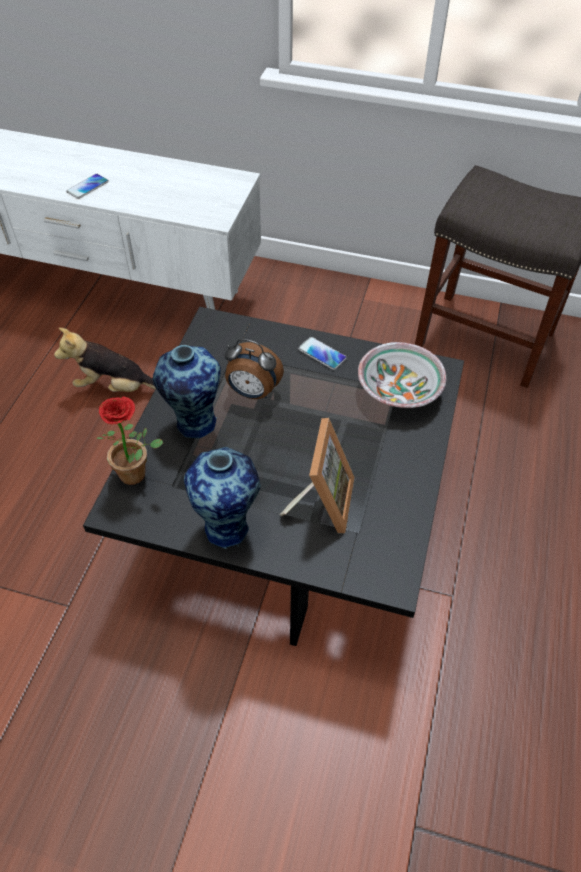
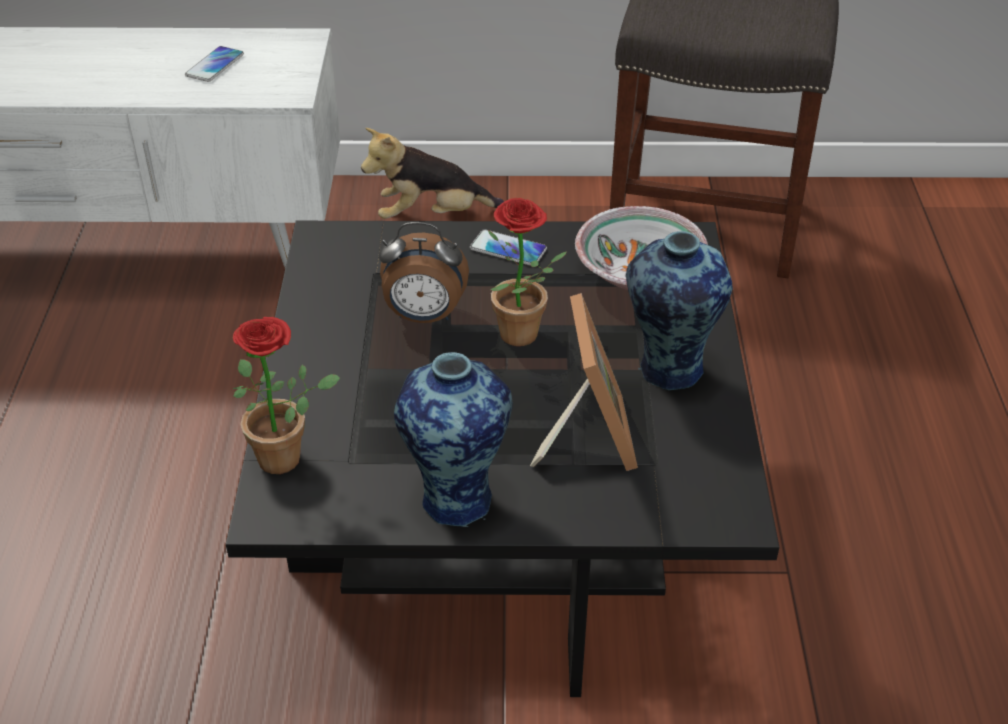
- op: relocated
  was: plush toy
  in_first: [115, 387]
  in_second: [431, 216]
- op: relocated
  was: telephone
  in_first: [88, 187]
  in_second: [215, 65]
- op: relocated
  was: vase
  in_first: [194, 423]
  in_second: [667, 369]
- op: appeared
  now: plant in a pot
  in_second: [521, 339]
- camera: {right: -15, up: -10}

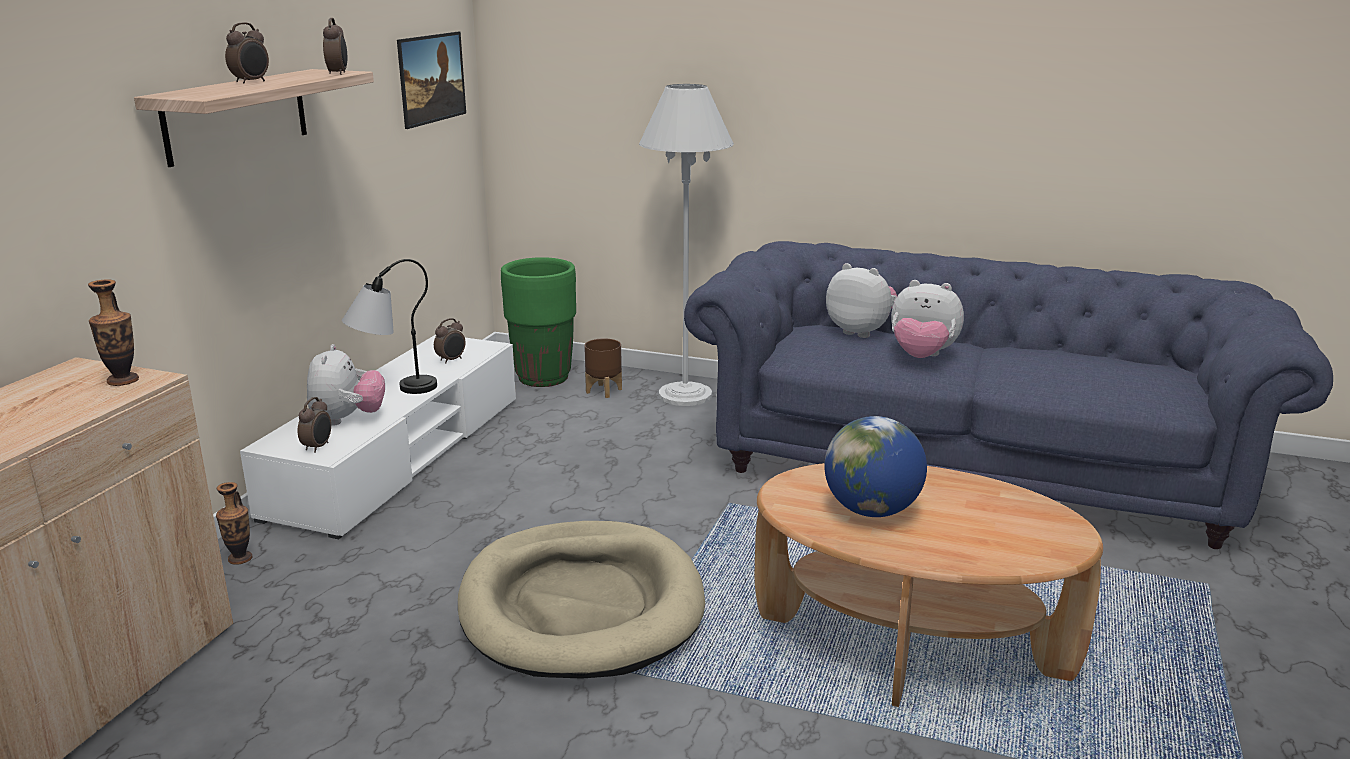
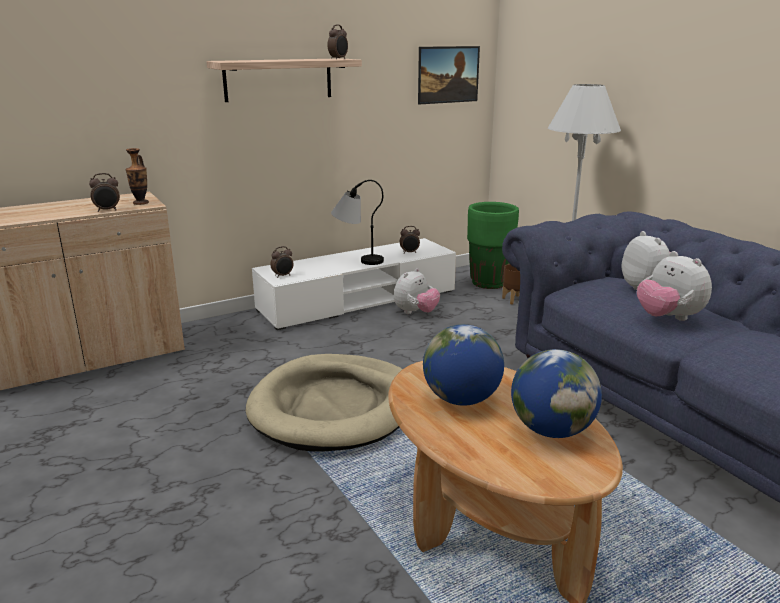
- op: missing
  was: vase
  in_first: [240, 559]
- op: relocated
  was: table clock
  in_first: [251, 82]
  in_second: [107, 210]
- op: relocated
  was: plush toy
  in_first: [347, 419]
  in_second: [415, 312]
- op: appeared
  now: desk globe
  in_second: [551, 430]
- camera: {right: 40, up: 0}

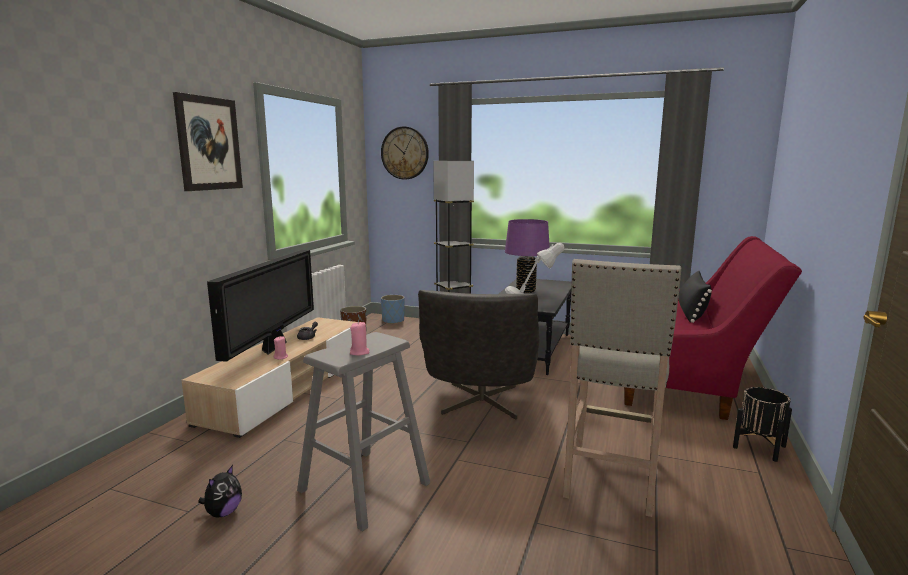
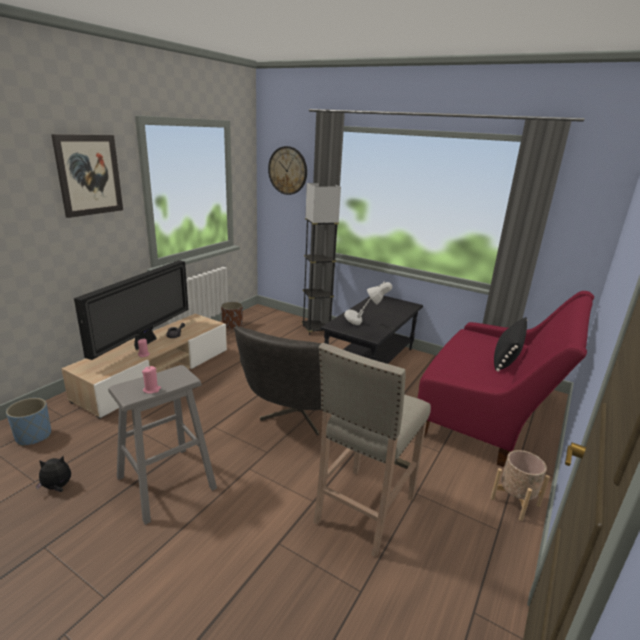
- op: spun
  was: plush toy
  in_first: [223, 513]
  in_second: [57, 487]
  clockwise: -150
- op: relocated
  was: bluish flower pot
  in_first: [393, 321]
  in_second: [34, 436]
- op: missing
  was: purple-coloured tabletop lamp
  in_first: [525, 290]
- op: colour
  was: black-coloured flower pot
  now: beige flower pot
  in_first: [759, 447]
  in_second: [515, 501]
- camera: {right: 10, up: 10}

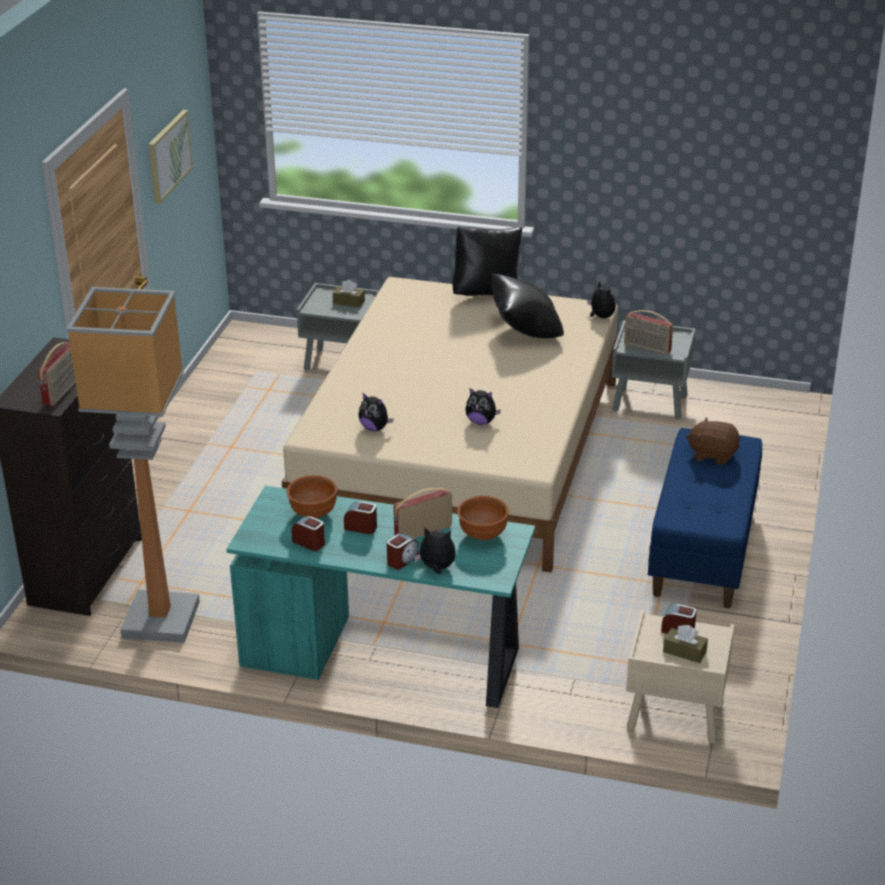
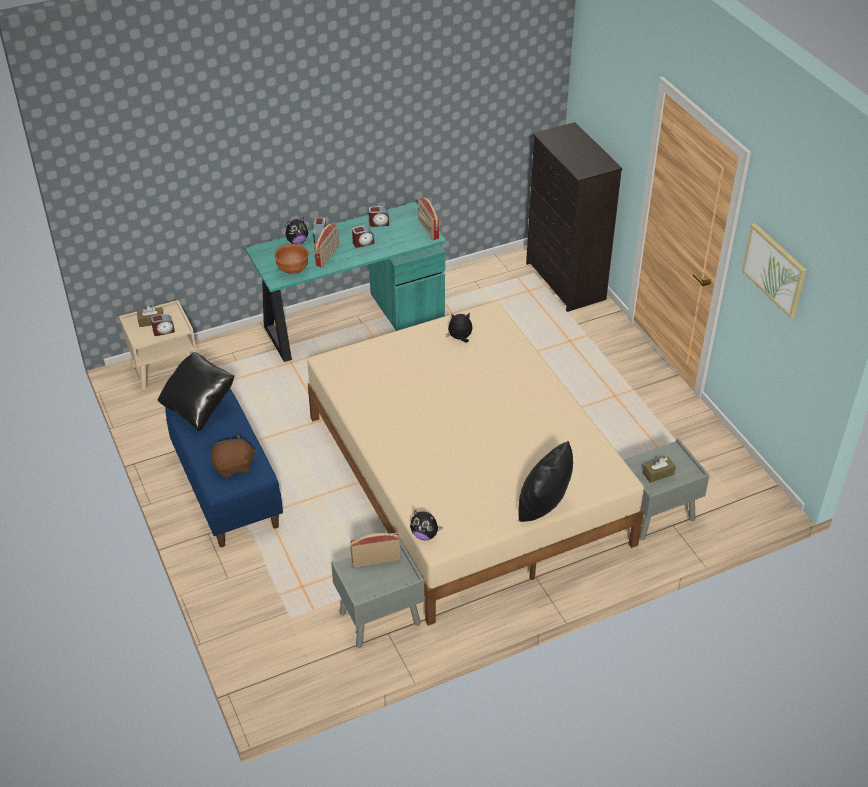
- op: relocated
  was: radio receiver
  in_first: [62, 391]
  in_second: [428, 229]
- op: missing
  was: standing lamp
  in_first: [162, 619]
- op: missing
  was: brownish deep dish
  in_first: [312, 513]
- op: missing
  was: plush toy
  in_first: [481, 422]
- op: relocated
  was: black-coloured cushion
  in_first: [525, 331]
  in_second: [199, 406]
- camera: {right: 140, up: 10}

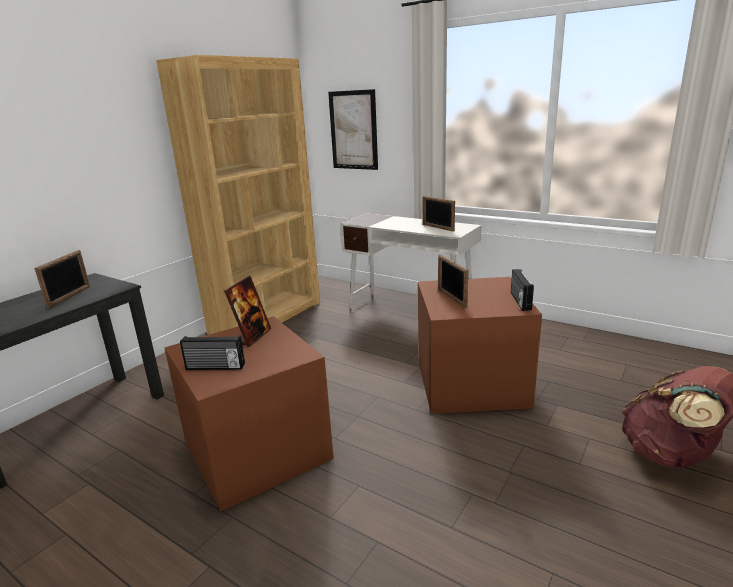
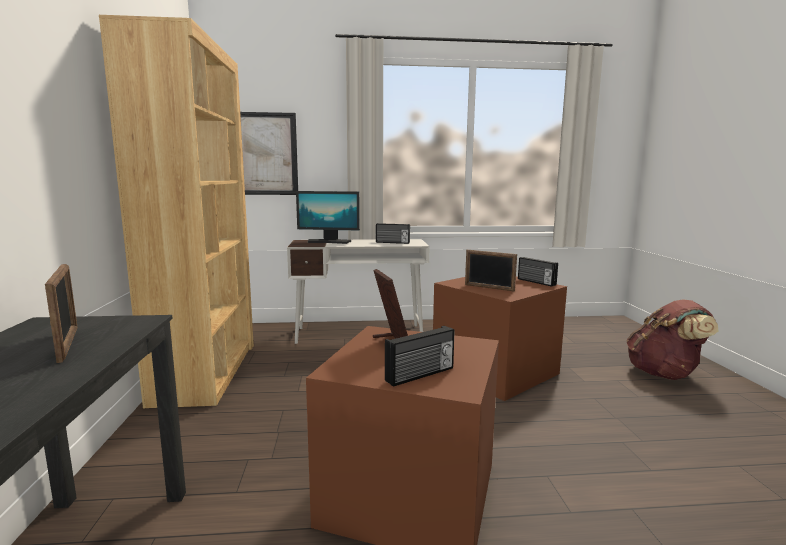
- op: exchanged
  was: picture frame
  now: radio receiver
  in_first: [437, 227]
  in_second: [392, 242]
- op: appeared
  now: computer display
  in_second: [329, 242]
- camera: {right: -40, up: -10}

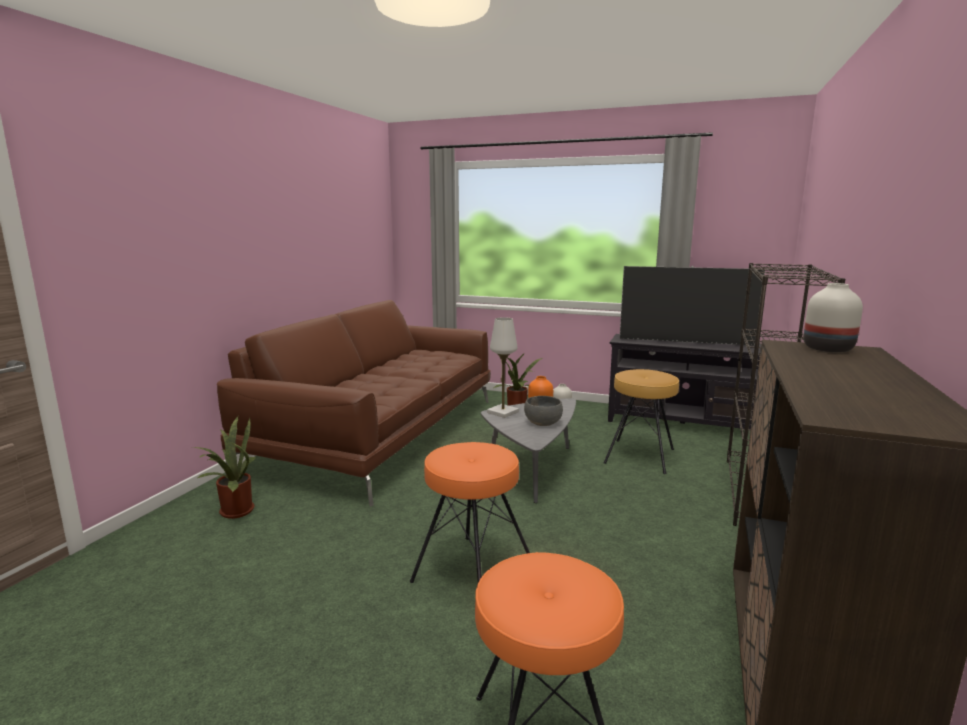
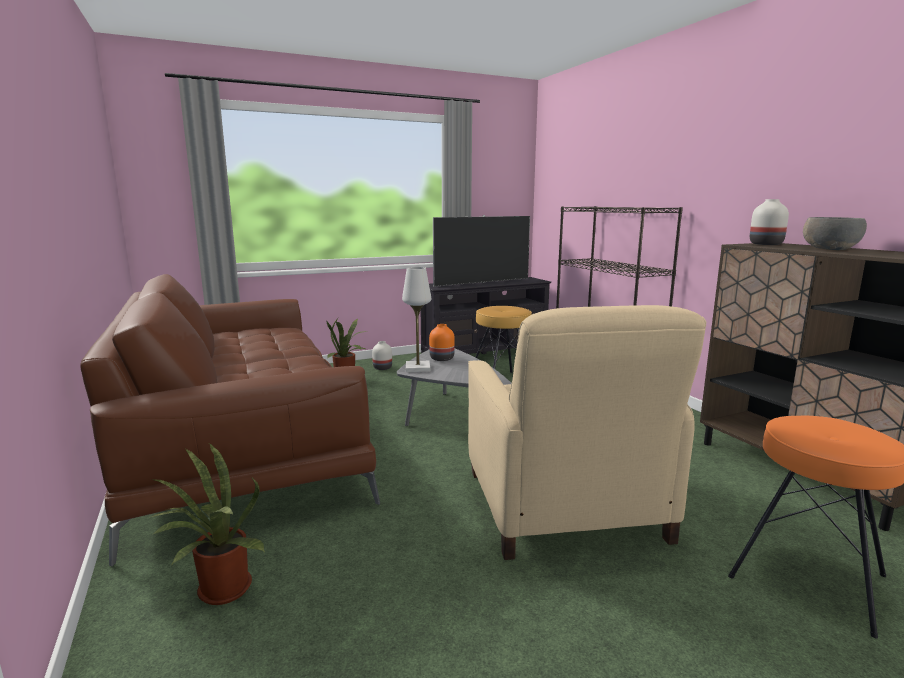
- op: exchanged
  was: orange sitting stool
  now: beige easy chair
  in_first: [472, 572]
  in_second: [564, 506]
- op: relocated
  was: grey deep dish
  in_first: [543, 423]
  in_second: [830, 249]
- camera: {right: -45, up: 0}

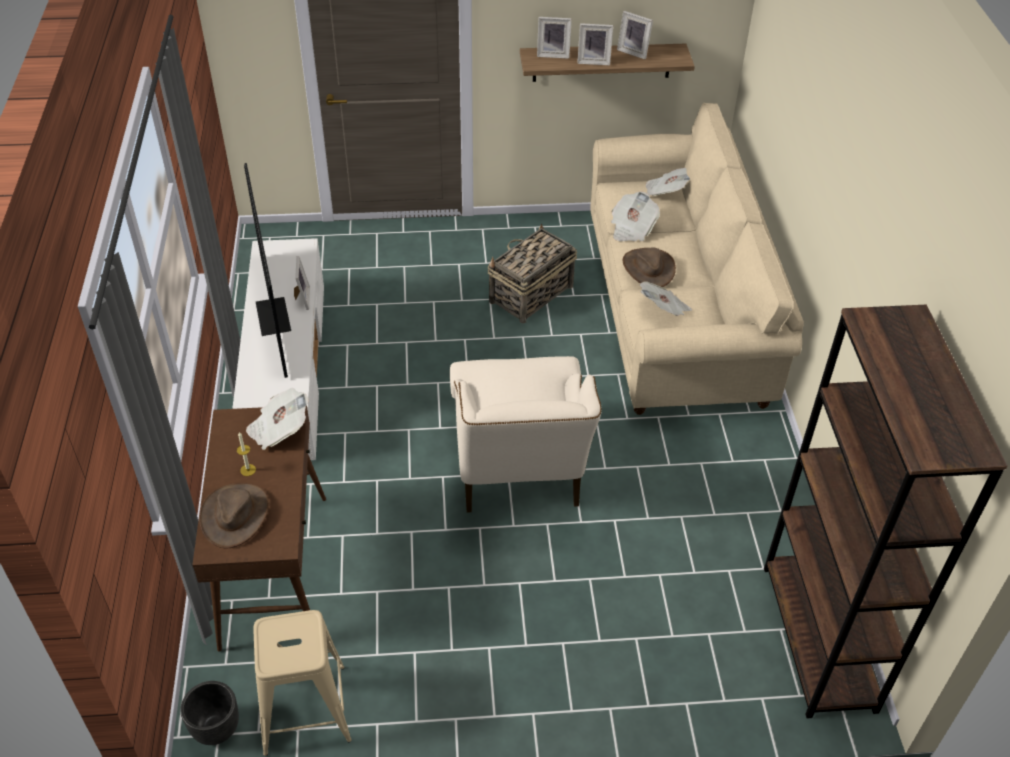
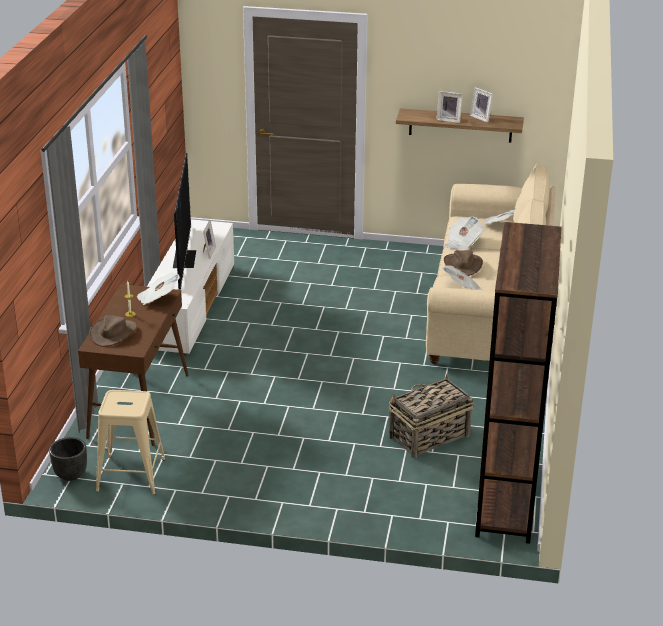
- op: missing
  was: beige easy chair
  in_first: [519, 476]
- op: relocated
  was: storage basket
  in_first: [530, 294]
  in_second: [428, 437]
- op: missing
  was: picture frame
  in_first: [553, 54]
- camera: {right: 15, up: -15}

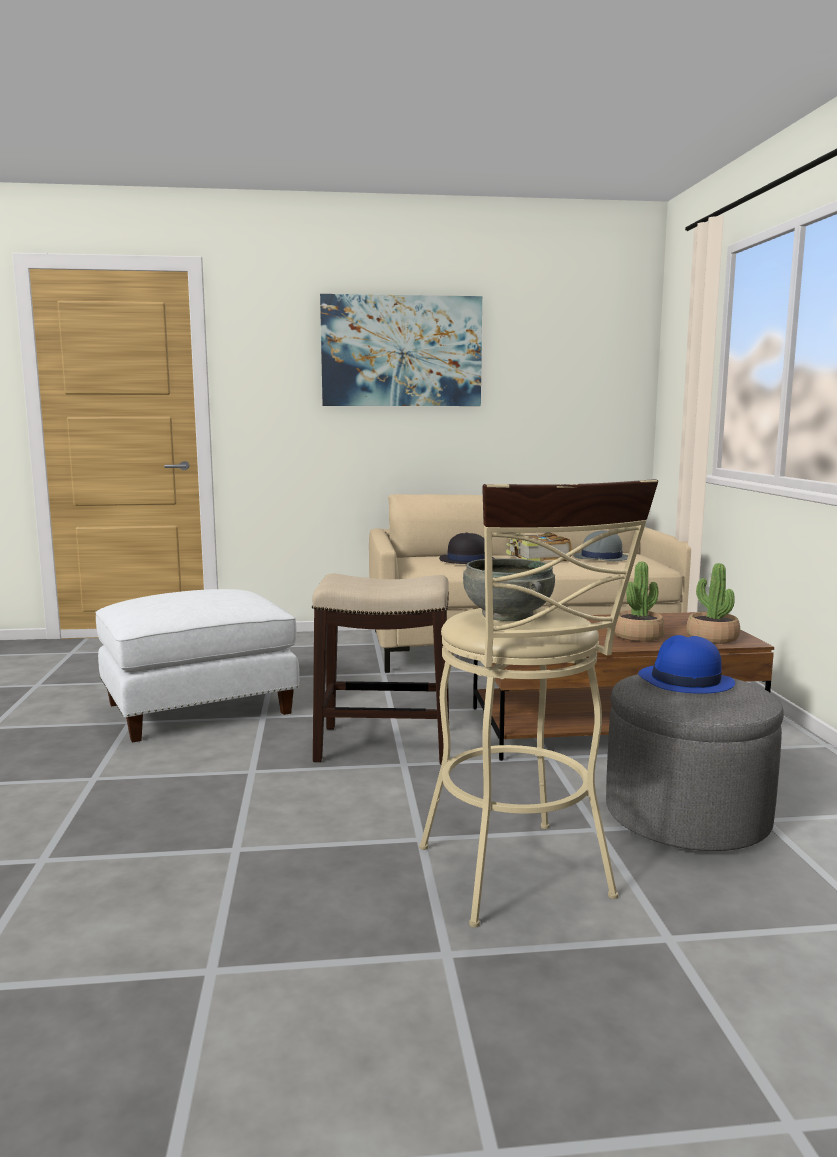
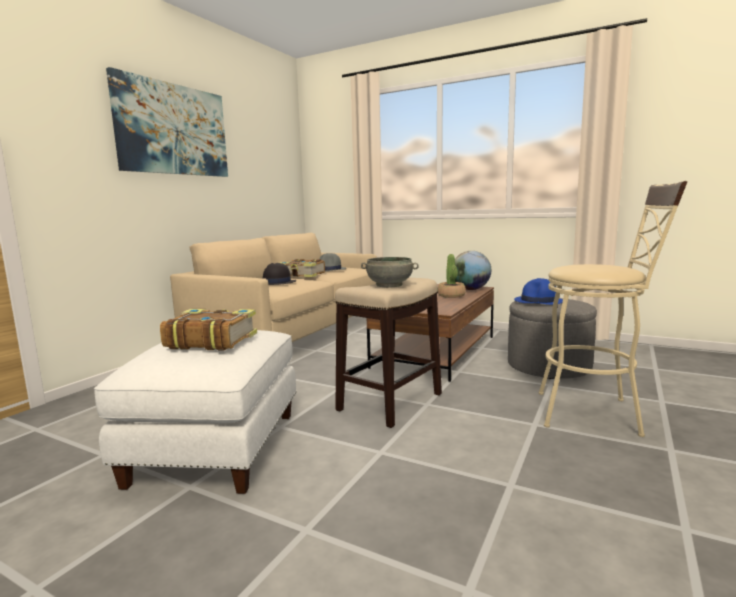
- op: relocated
  was: grey deep dish
  in_first: [506, 615]
  in_second: [389, 285]
- op: exchanged
  was: plant in a pot
  now: desk globe
  in_first: [712, 638]
  in_second: [470, 289]
- op: appeared
  now: volume
  in_second: [211, 341]
- camera: {right: -55, up: 0}

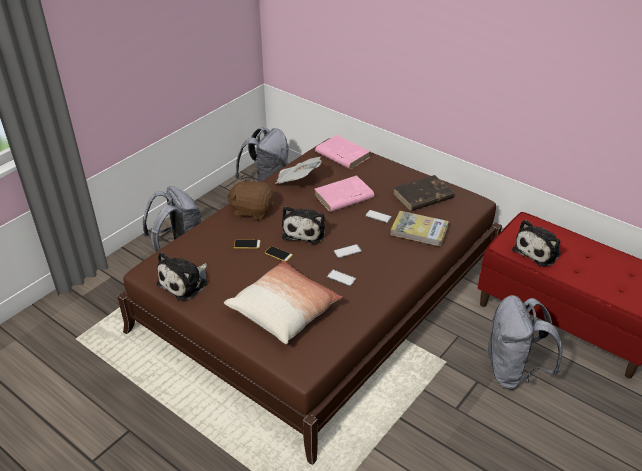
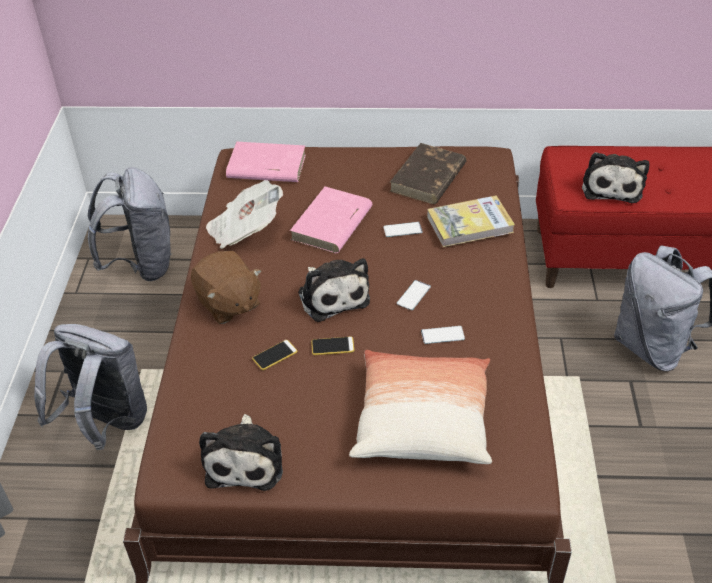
- op: spun
  was: brownish plush toy
  in_first: [252, 211]
  in_second: [228, 303]
  clockwise: -105
- camera: {right: -35, up: 5}

